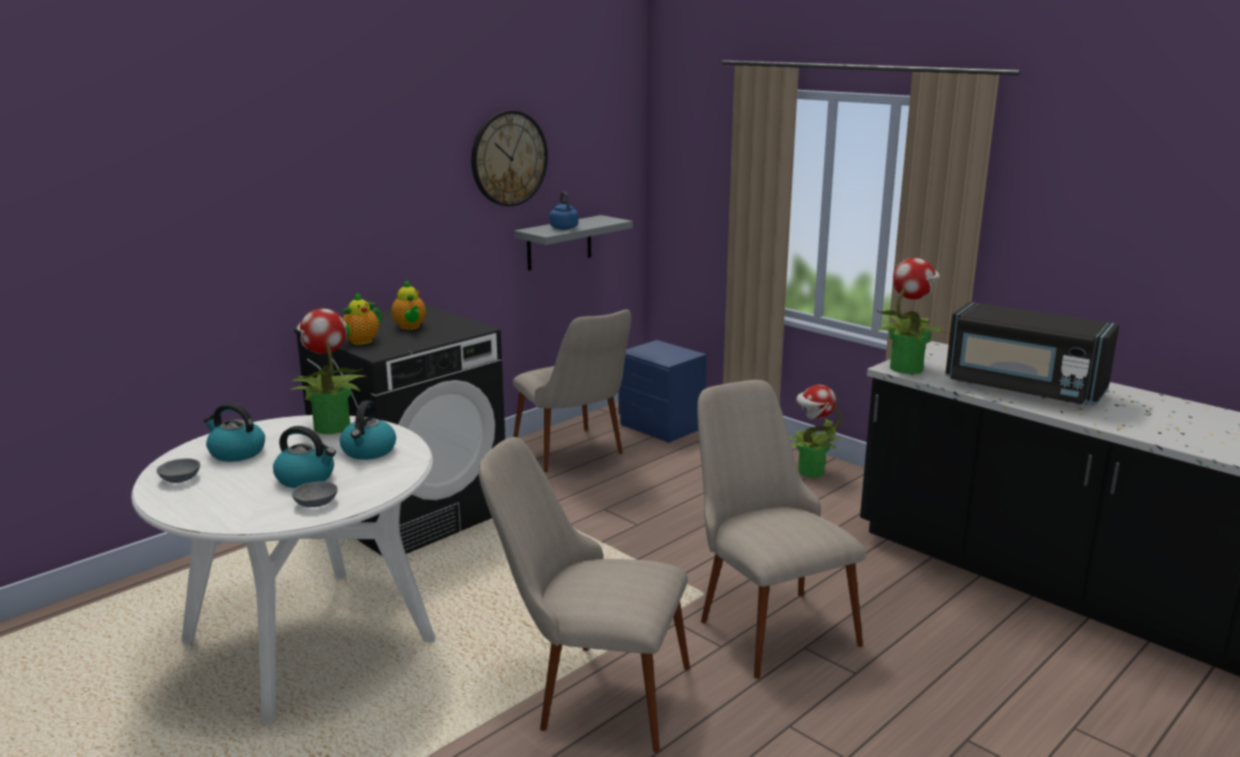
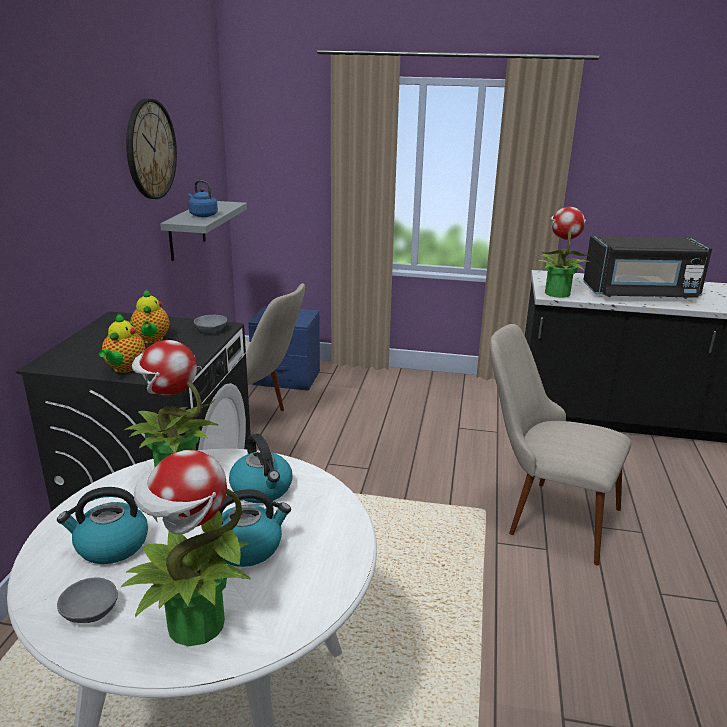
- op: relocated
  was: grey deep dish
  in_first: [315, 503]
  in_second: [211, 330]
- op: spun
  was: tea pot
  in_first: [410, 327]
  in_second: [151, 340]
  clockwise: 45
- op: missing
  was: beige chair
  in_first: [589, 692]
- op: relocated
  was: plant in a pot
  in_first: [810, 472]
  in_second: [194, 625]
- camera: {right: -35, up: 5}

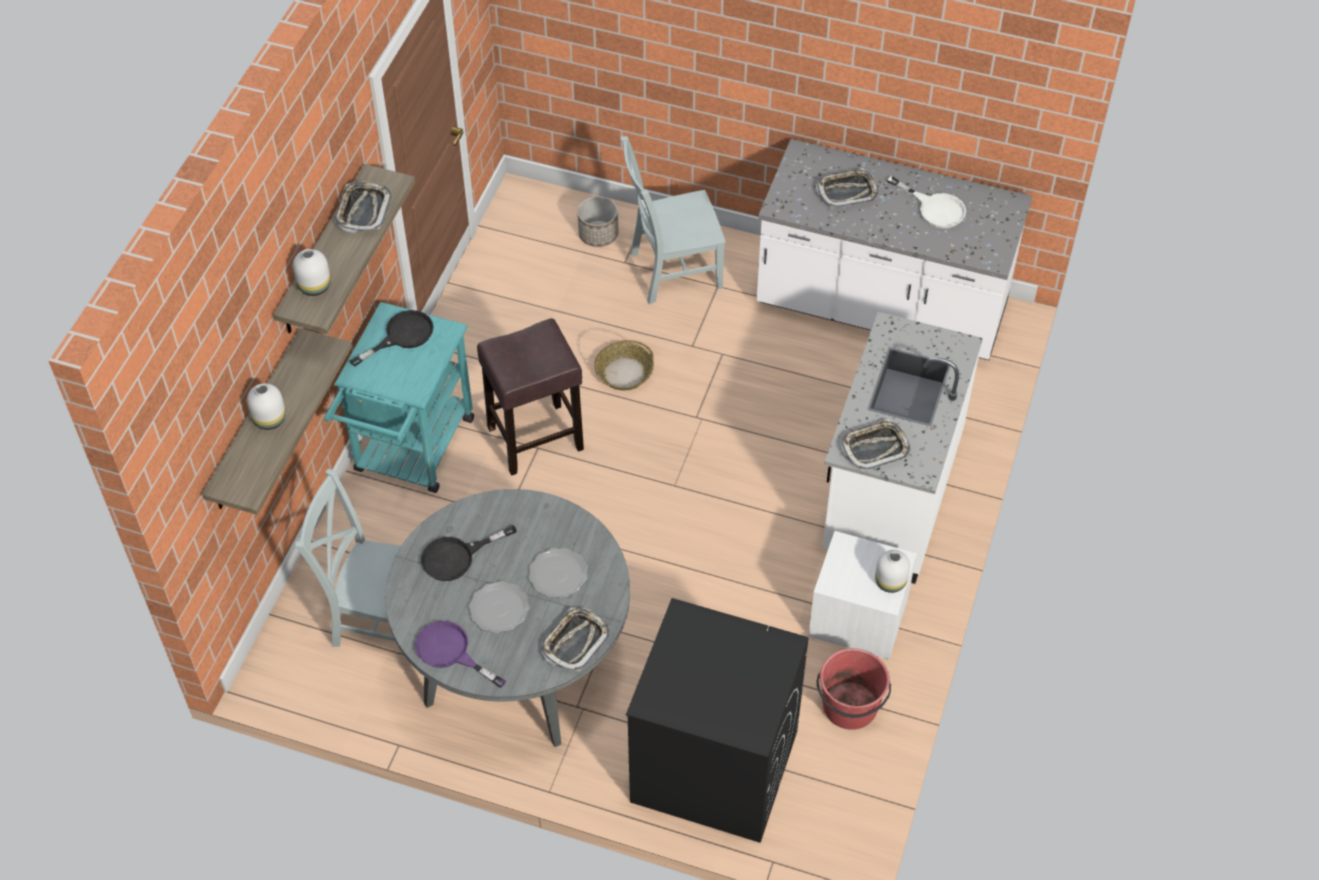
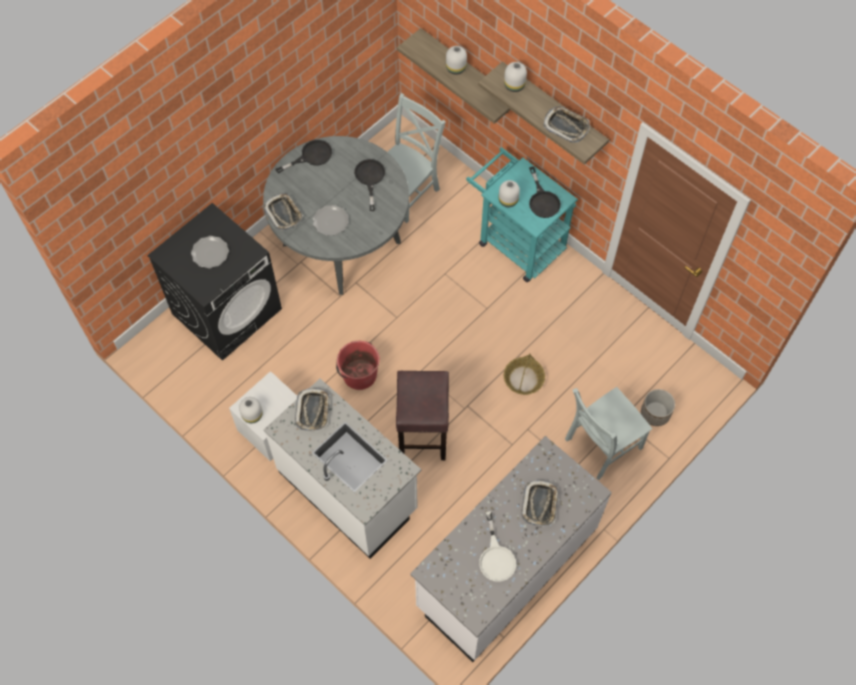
- op: colour
  was: purple-coloured frying pan
  now: black-coloured frying pan
  in_first: [450, 652]
  in_second: [311, 156]
- op: relocated
  was: dinner plate
  in_first: [499, 608]
  in_second: [210, 253]
- op: relocated
  was: brownish sitting stool
  in_first: [537, 438]
  in_second: [423, 435]
- op: spun
  was: grey chair
  in_first: [671, 271]
  in_second: [600, 445]
  clockwise: -135
- op: relocated
  was: red-coloured water bucket
  in_first: [850, 707]
  in_second: [359, 374]
- op: spun
  was: white-coloured frying pan
  in_first: [935, 208]
  in_second: [496, 557]
  clockwise: -75
- op: appeared
  now: white-coloured vase
  in_second: [508, 201]
- camera: {right: 115, up: 10}

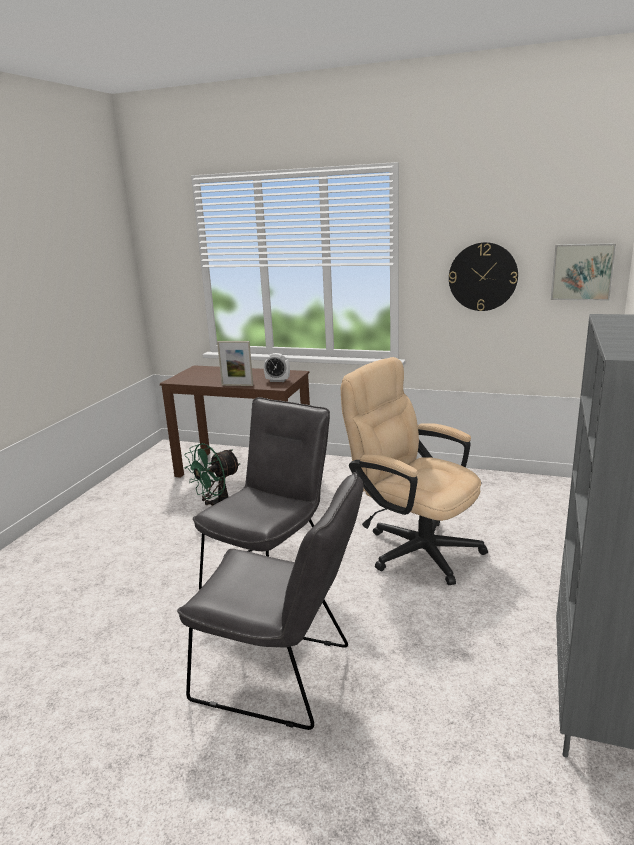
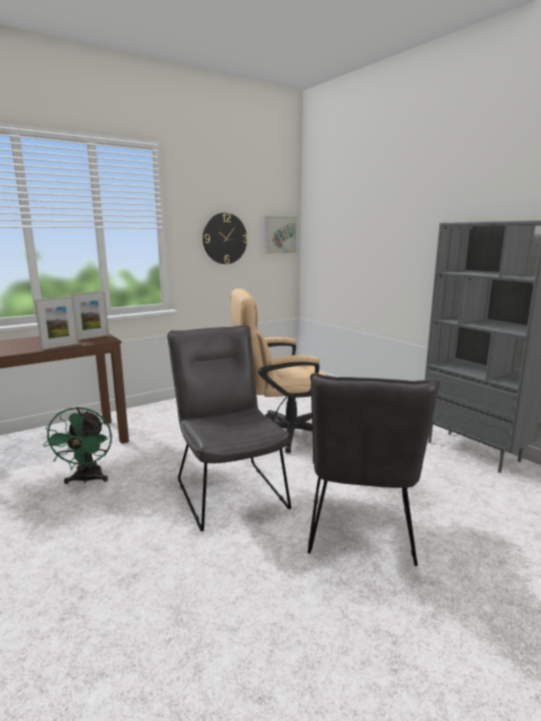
- op: spun
  was: grey chair
  in_first: [282, 675]
  in_second: [360, 531]
  clockwise: 135
- op: exchanged
  was: table clock
  now: picture frame
  in_first: [277, 380]
  in_second: [92, 337]
- camera: {right: -55, up: -5}

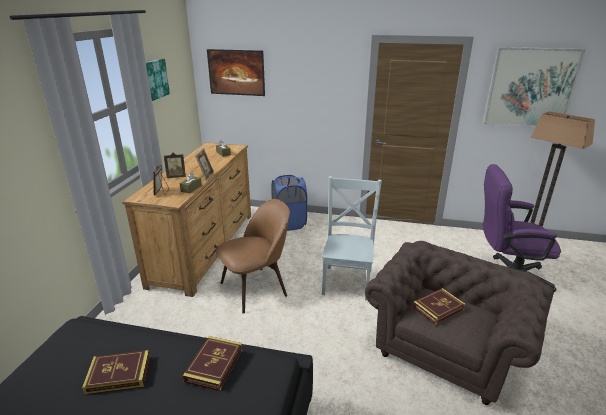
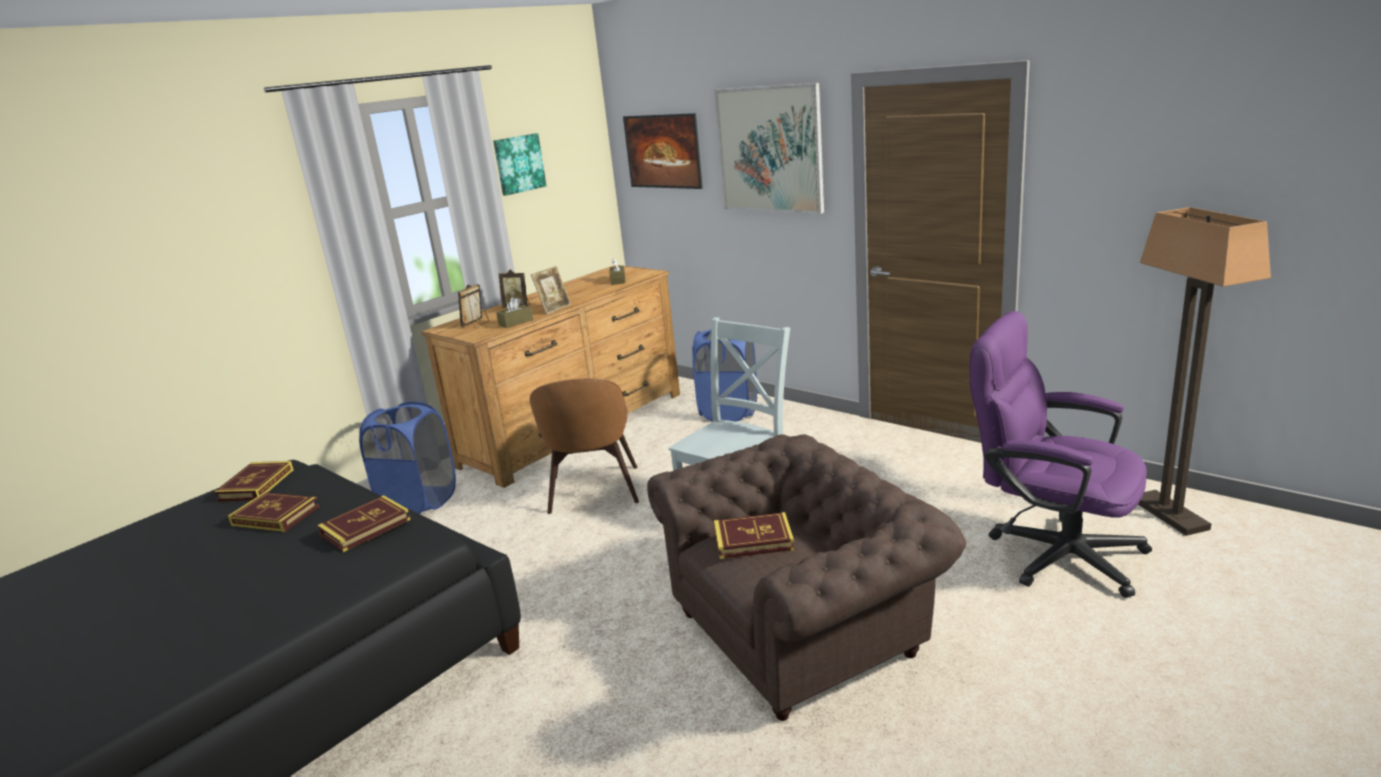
- op: spun
  was: brownish chair
  in_first: [256, 288]
  in_second: [594, 492]
  clockwise: 90
- op: relocated
  was: picture
  in_first: [530, 88]
  in_second: [770, 149]
- op: appeared
  now: volume
  in_second: [256, 485]
- op: appeared
  now: bluish washing basket
  in_second: [419, 501]
- camera: {right: 30, up: -5}

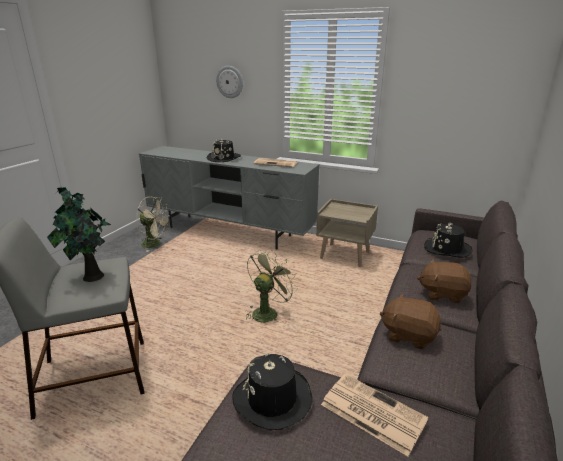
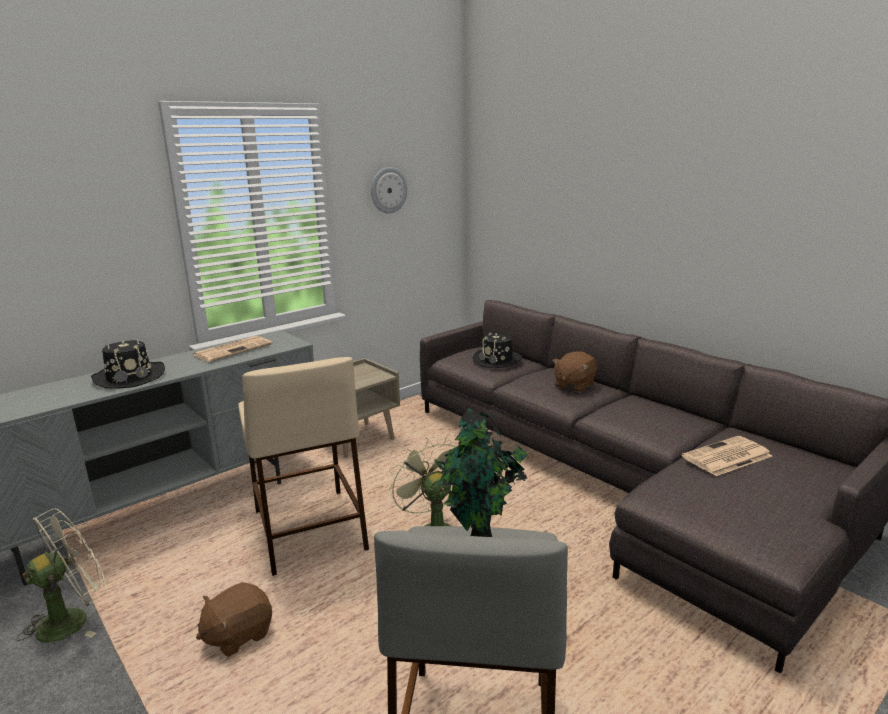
- op: relocated
  was: wall clock
  in_first: [230, 82]
  in_second: [388, 190]
- op: missing
  was: black-coloured wearable hat
  in_first: [272, 399]
- op: relocated
  was: brownish plush toy
  in_first: [408, 335]
  in_second: [238, 635]
- op: appeared
  now: beige sitting stool
  in_second: [308, 529]
- camera: {right: -65, up: -5}

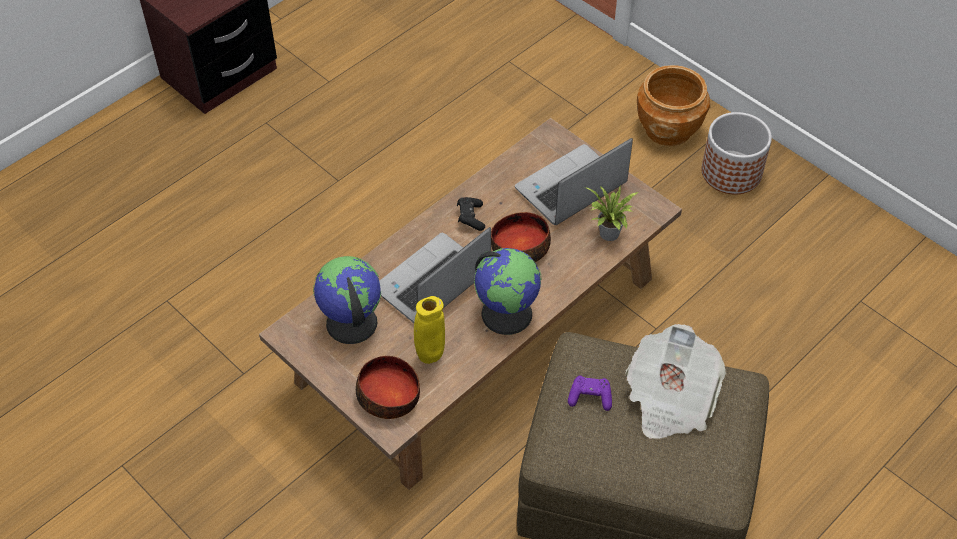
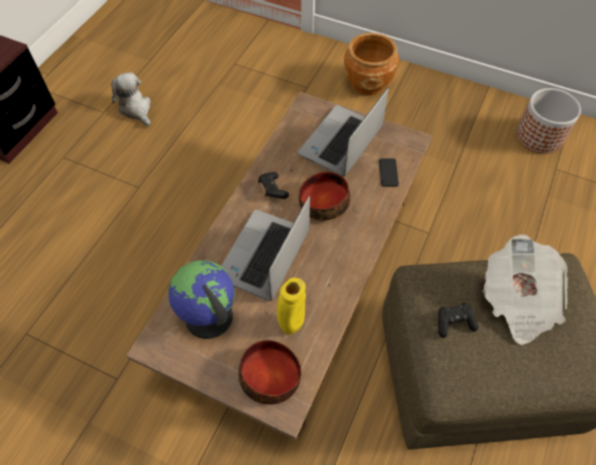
- op: missing
  was: desk globe
  in_first: [507, 313]
- op: colour
  was: purple-coloured gamepad
  now: black-coloured gamepad
  in_first: [590, 397]
  in_second: [454, 323]
- op: exchanged
  was: plant in a pot
  now: telephone
  in_first: [608, 235]
  in_second: [388, 172]
- op: relocated
  was: flower pot
  in_first: [731, 173]
  in_second: [539, 136]
- op: appeared
  now: plush toy
  in_second: [136, 109]
- camera: {right: -20, up: 5}

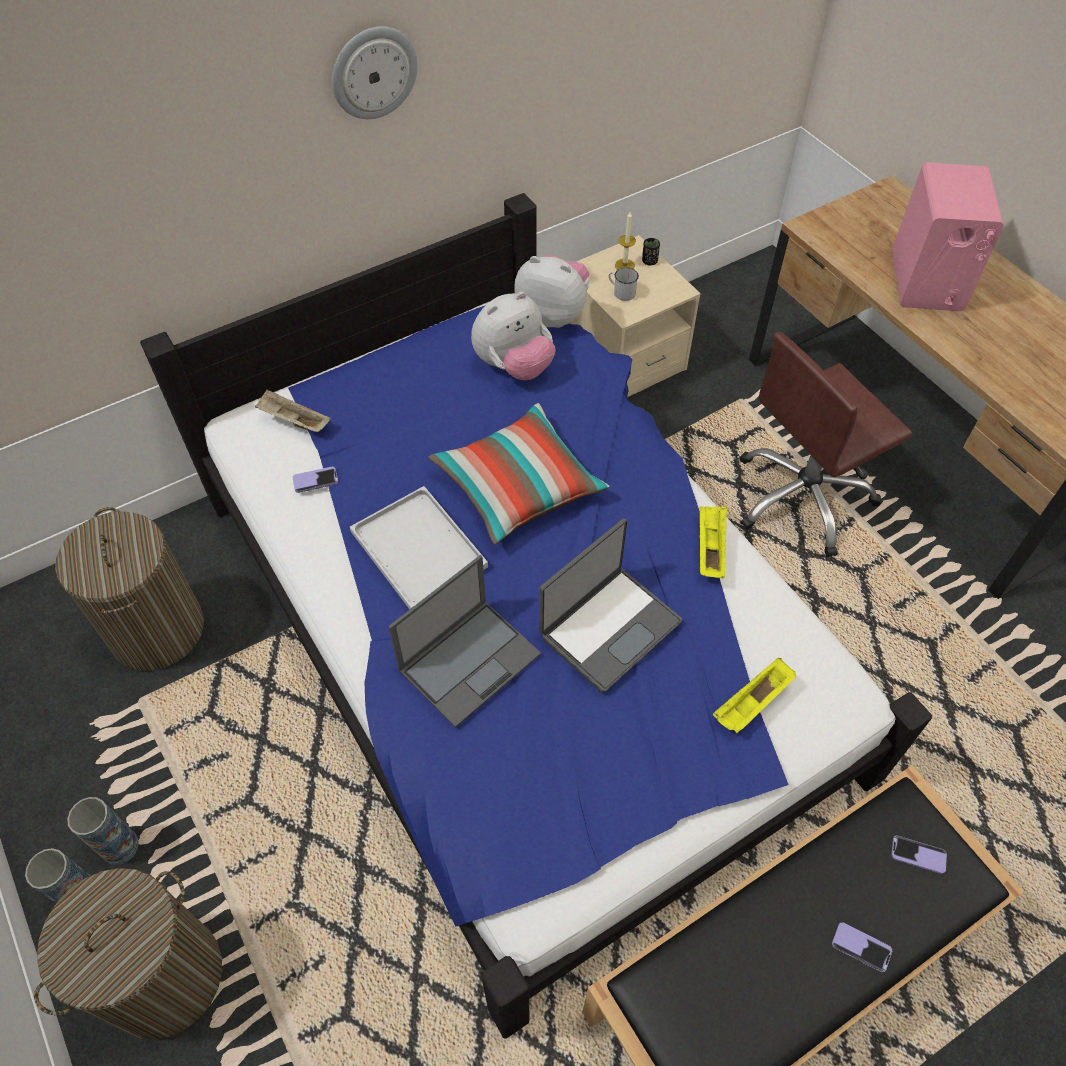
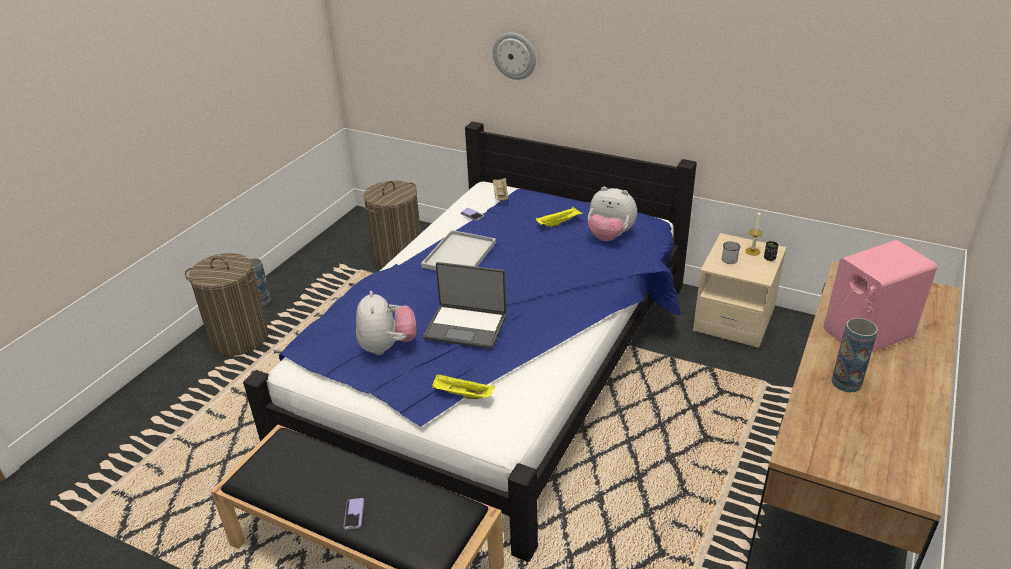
- op: relocated
  was: vase
  in_first: [120, 846]
  in_second: [846, 382]
- op: relocated
  was: wall clock
  in_first: [373, 72]
  in_second: [514, 55]
- op: missing
  was: laptop
  in_first: [470, 661]
- op: missing
  was: cushion
  in_first: [518, 486]
- op: relocated
  was: plush toy
  in_first: [553, 314]
  in_second: [387, 347]
- op: relocated
  was: yellow-coloured tray
  in_first: [710, 548]
  in_second: [559, 223]
- op: missing
  was: brownish desk chair
  in_first: [803, 498]
- op: missing
  was: telephone
  in_first: [918, 855]
- camera: {right: 60, up: -20}

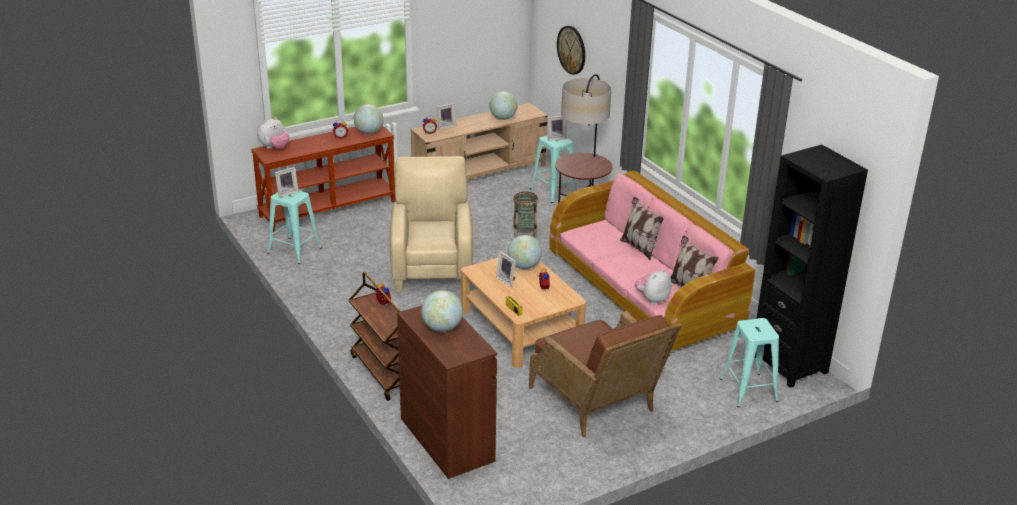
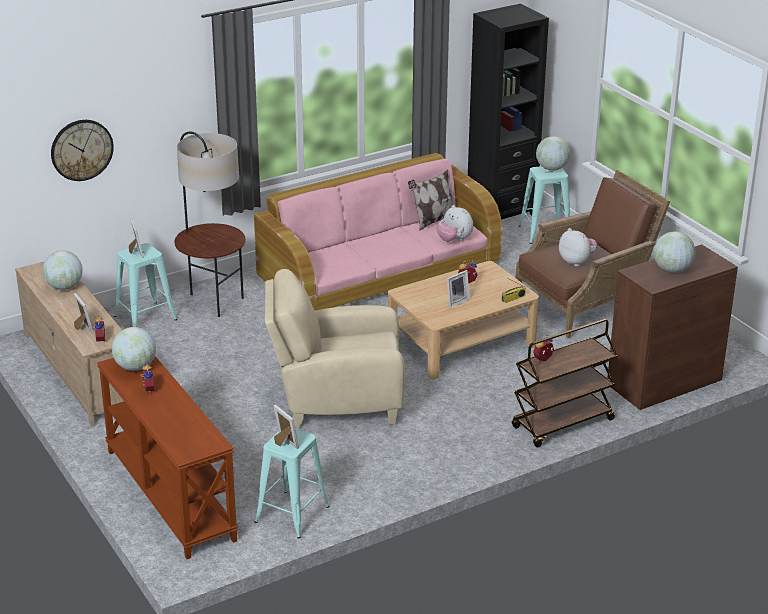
- op: relocated
  was: plush toy
  in_first: [274, 148]
  in_second: [577, 262]
- op: relocated
  was: desk globe
  in_first: [524, 266]
  in_second: [552, 168]
- op: missing
  was: storage basket
  in_first: [524, 232]
- op: missing
  was: cushion
  in_first: [639, 247]
- camera: {right: -90, up: 0}

